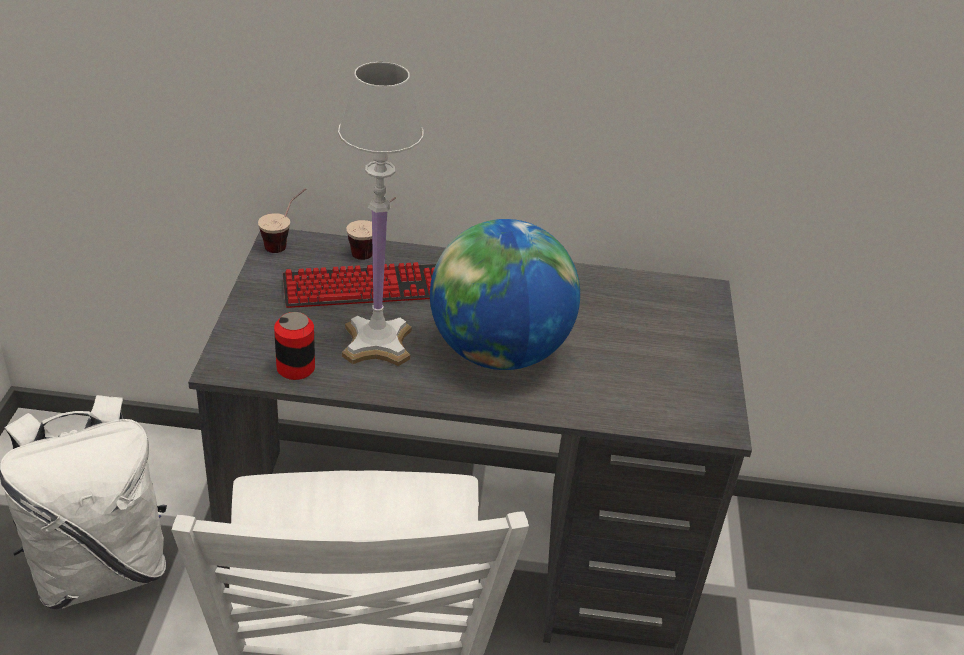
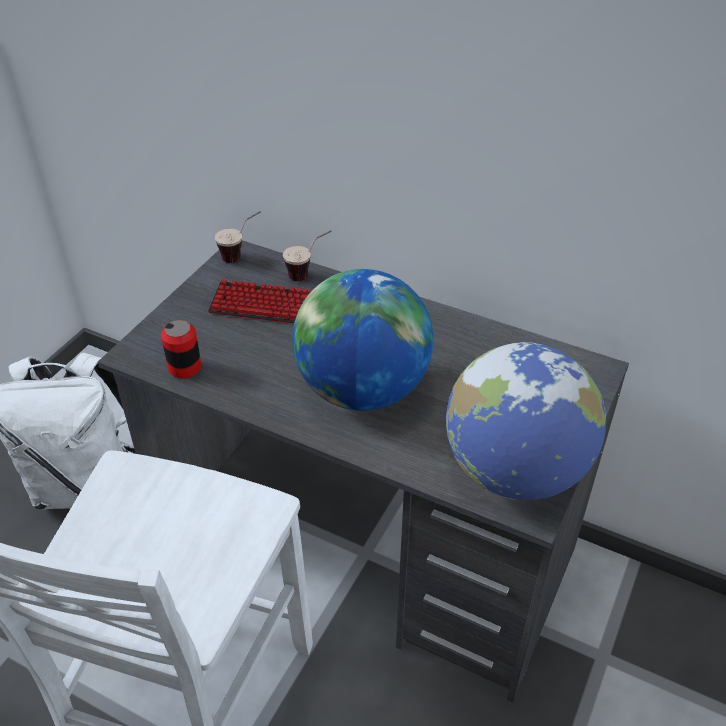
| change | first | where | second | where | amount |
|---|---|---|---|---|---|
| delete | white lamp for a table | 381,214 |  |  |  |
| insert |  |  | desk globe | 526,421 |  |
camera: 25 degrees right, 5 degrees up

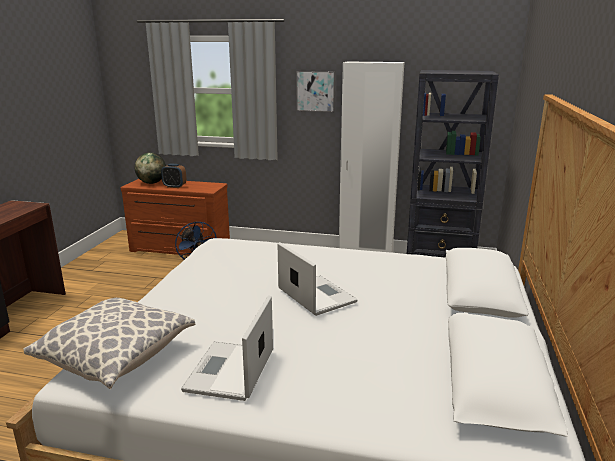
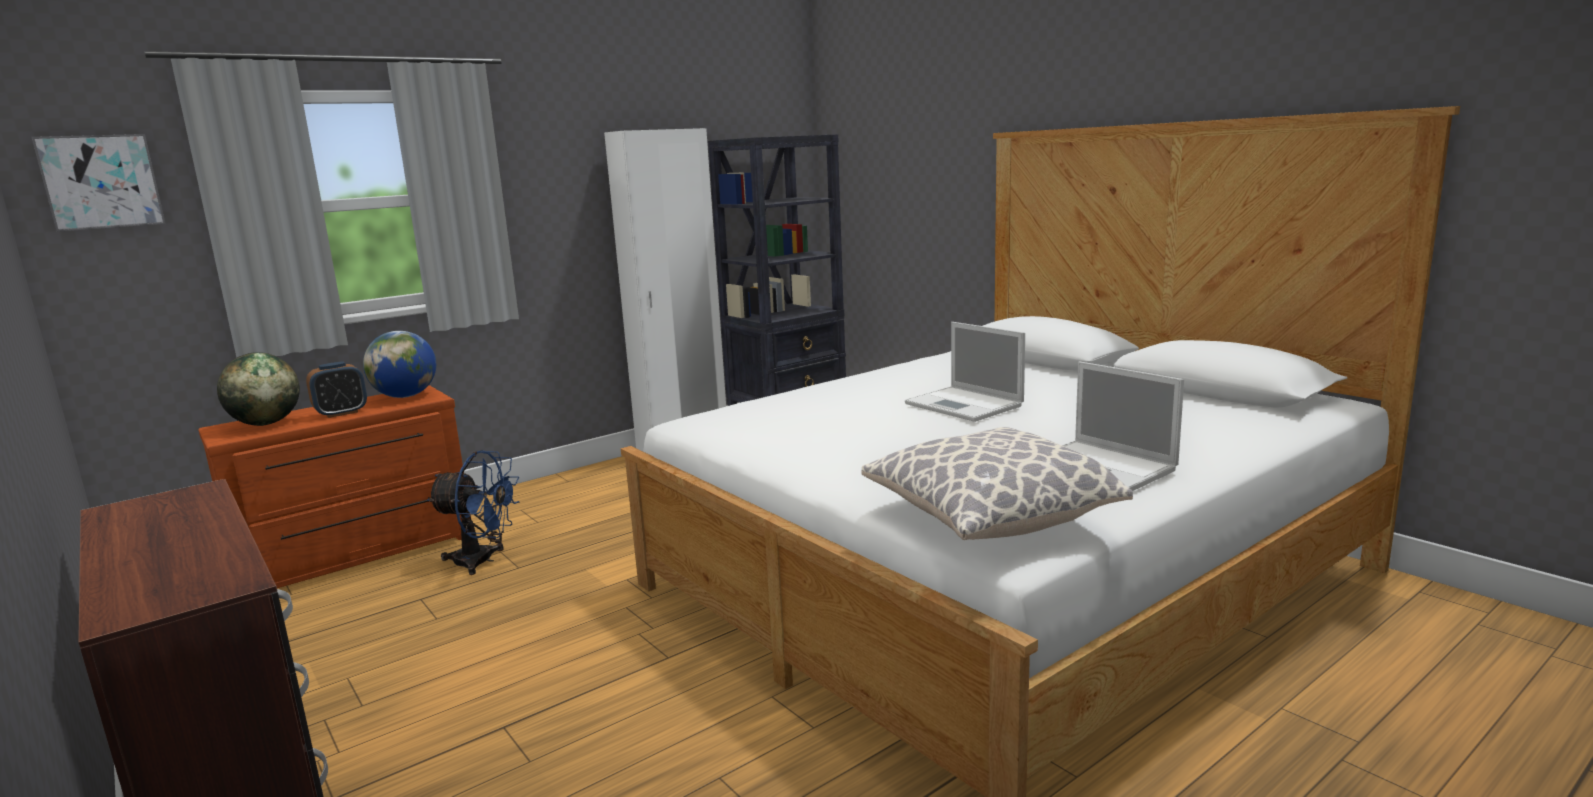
| change | first | where | second | where | amount |
|---|---|---|---|---|---|
| rotate | notebook computer | 317,279 |  | 965,372 | 135 degrees counterclockwise |
| move | picture | 315,91 |  | 99,183 |  |
| insert |  |  | desk globe | 399,364 |  |
camera: 50 degrees left, 5 degrees down

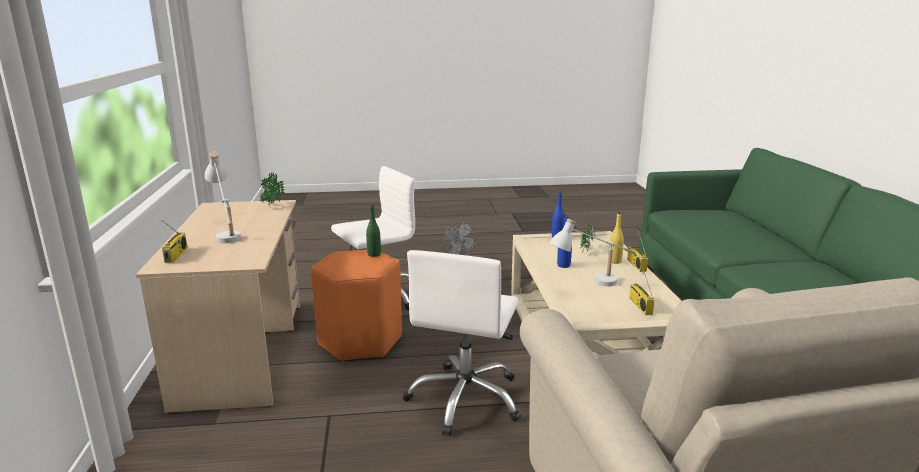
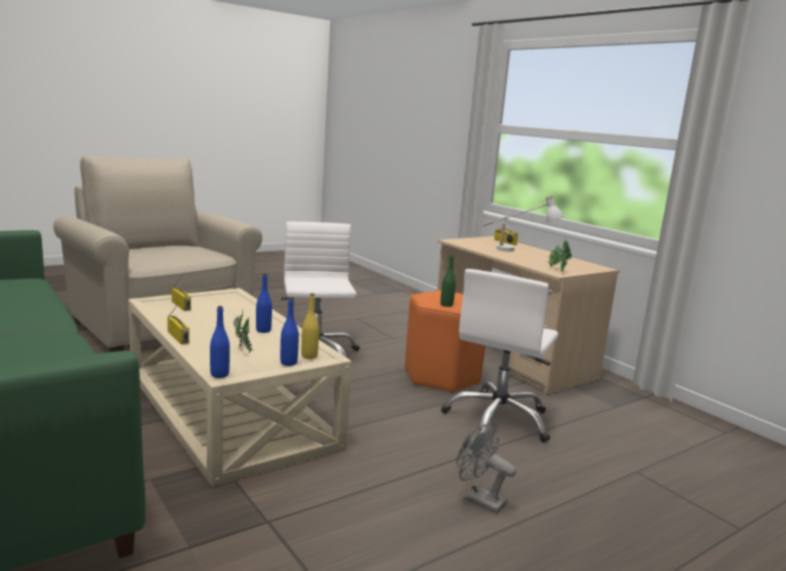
| change | first | where | second | where | amount |
|---|---|---|---|---|---|
| delete | white lamp for a table | 593,252 |  |  |  |
| move | yellow drink bottle | 616,238 |  | 310,326 |  |
| insert |  |  | blue-coloured drink bottle | 220,342 |  |
camera: 150 degrees right, 5 degrees down

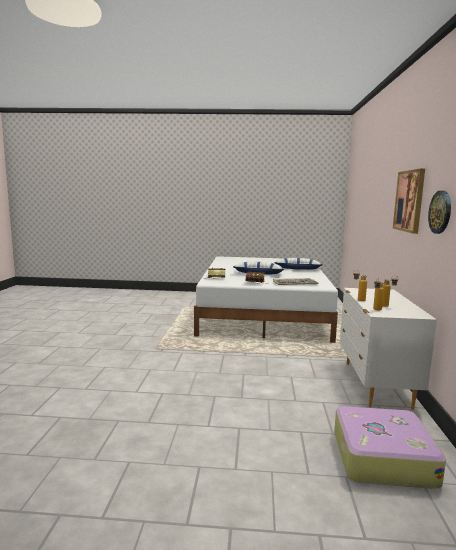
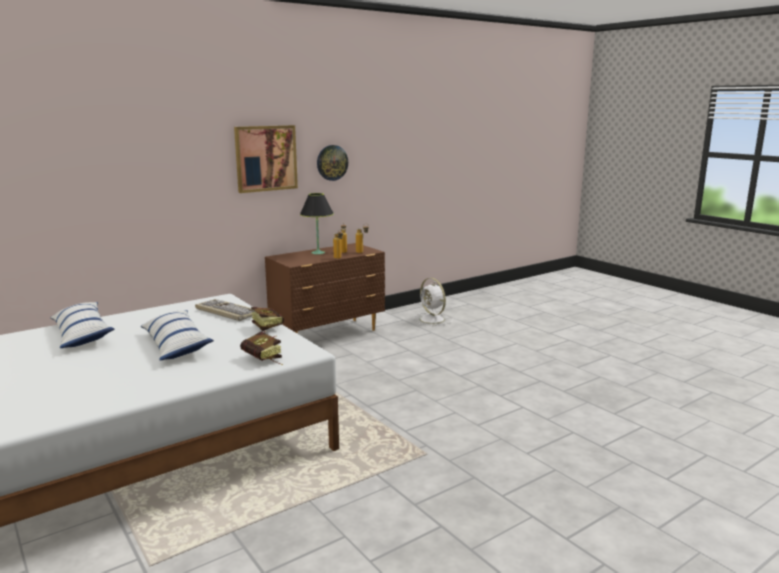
| change | first | where | second | where | amount |
|---|---|---|---|---|---|
| replace | travel case | 390,447 | white electric fan | 433,302 |  |
| recolor | white chest of drawers | 388,349 | brown-coloured chest of drawers | 325,288 |  |
| insert |  |  | black-coloured lamp for a table | 317,223 |  |
camera: 130 degrees left, 5 degrees up

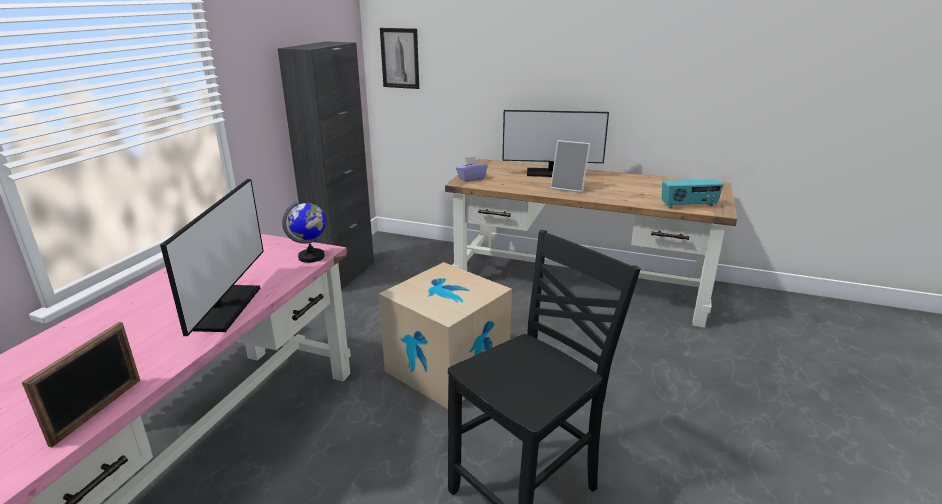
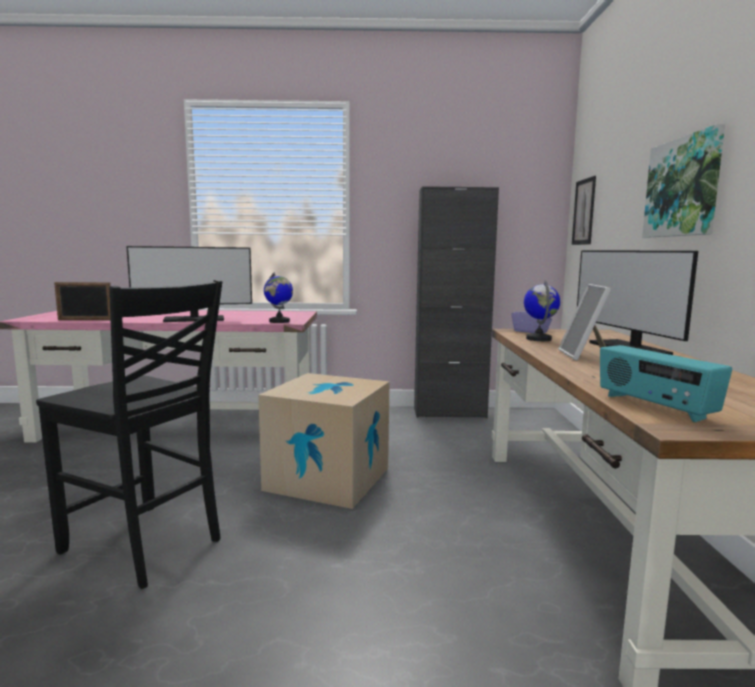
| change | first | where | second | where | amount |
|---|---|---|---|---|---|
| insert |  |  | desk globe | 542,310 |  |
| insert |  |  | picture | 683,180 |  |
camera: 70 degrees right, 15 degrees down

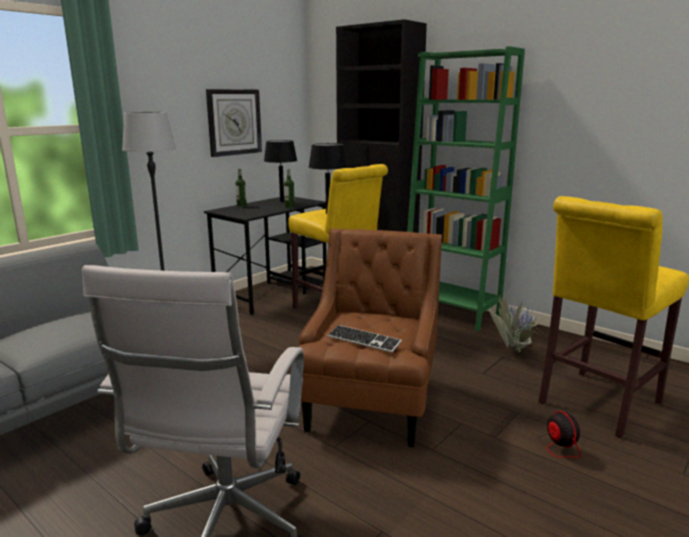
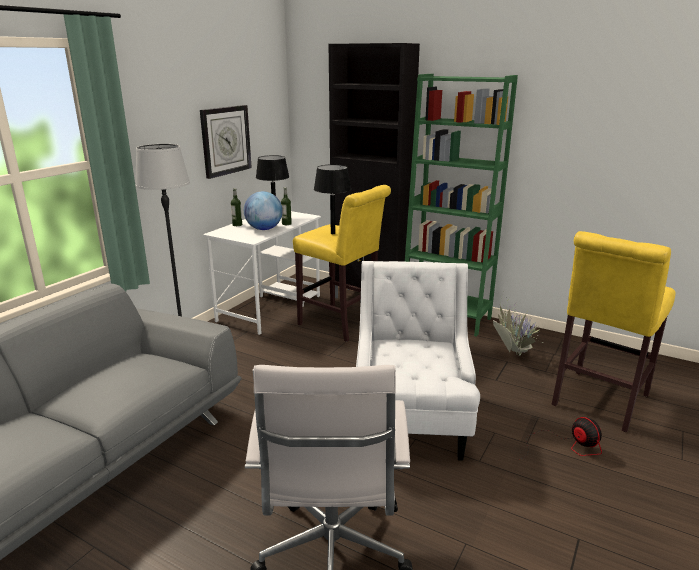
| change | first | where | second | where | amount |
|---|---|---|---|---|---|
| recolor | black-coloured desk | 265,256 | white desk | 262,273 |  |
| recolor | brown-coloured armchair | 370,337 | white armchair | 418,361 |  |
| delete | keyboard | 365,339 |  |  |  |
| insert |  |  | desk globe | 263,210 |  |
camera: 10 degrees left, 5 degrees up

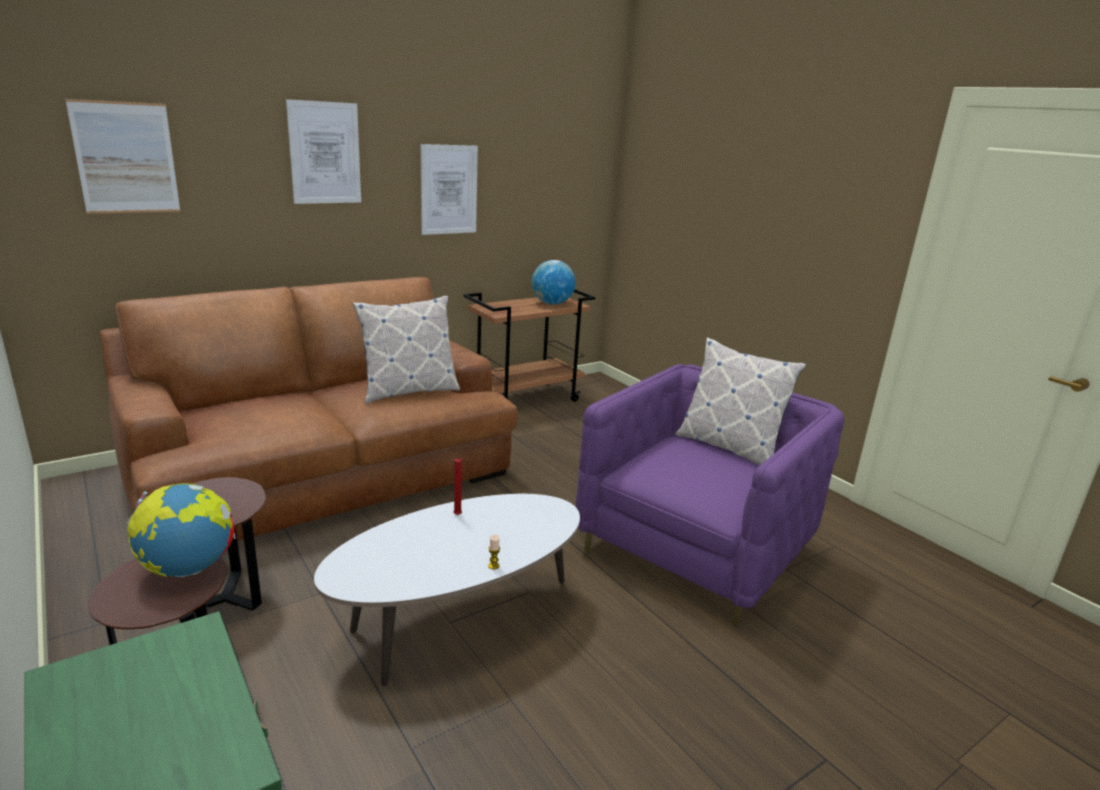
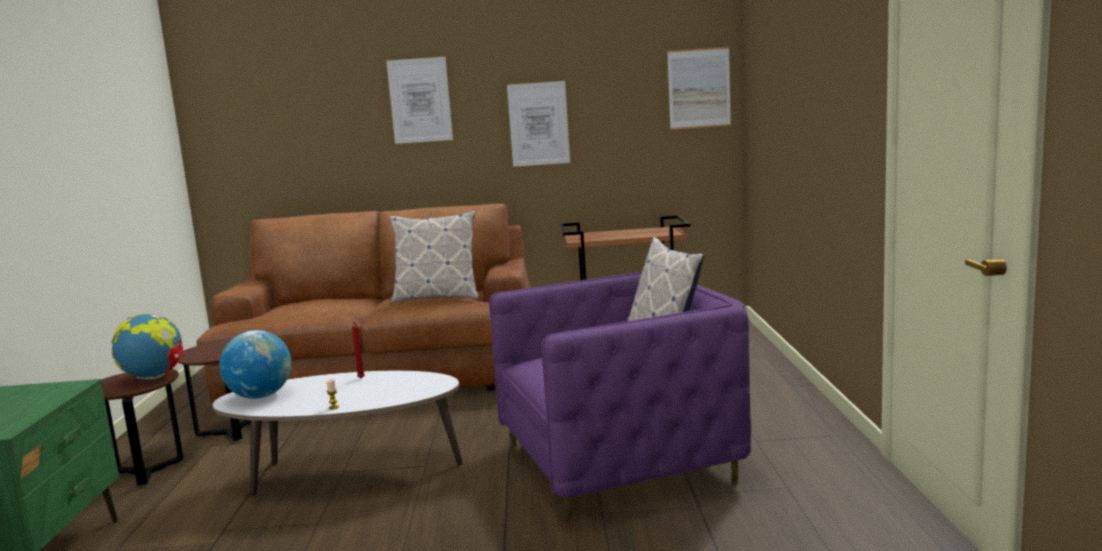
| change | first | where | second | where | amount |
|---|---|---|---|---|---|
| move | picture | 122,156 |  | 699,88 |  |
| move | desk globe | 554,282 |  | 255,364 |  |
camera: 35 degrees right, 10 degrees down

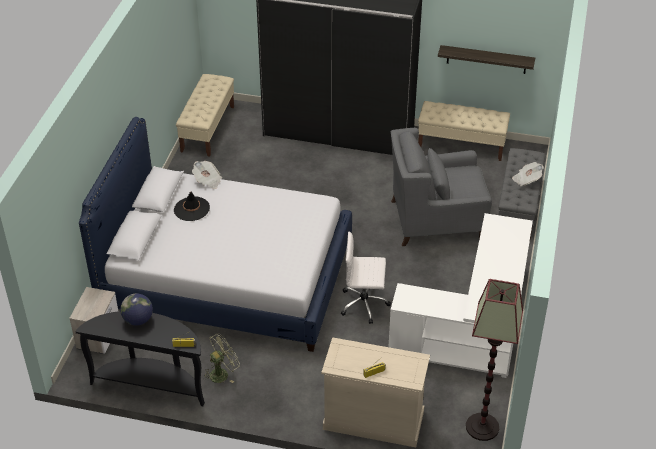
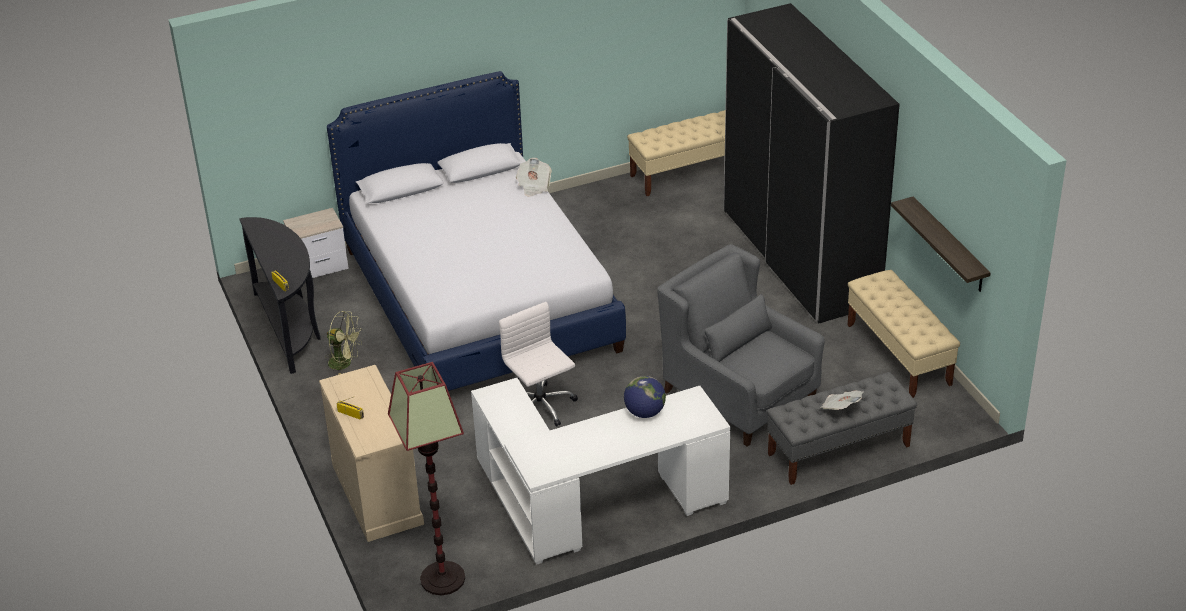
| change | first | where | second | where | amount |
|---|---|---|---|---|---|
| move | desk globe | 136,310 |  | 645,397 |  |
| delete | black-coloured hat | 192,206 |  |  |  |
camera: 55 degrees right, 5 degrees down

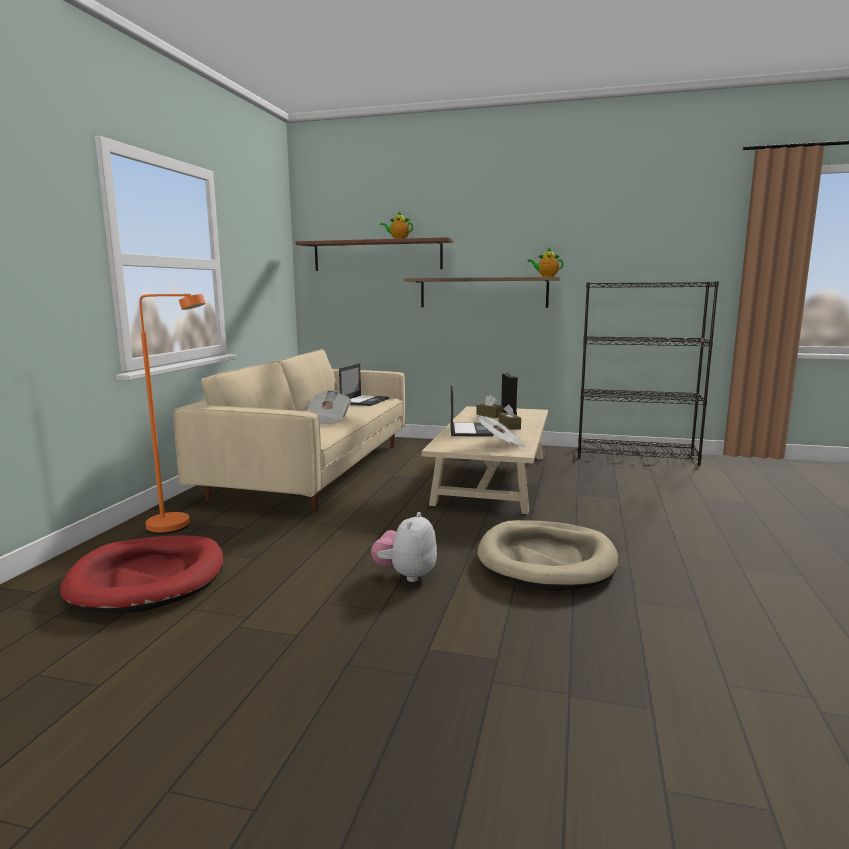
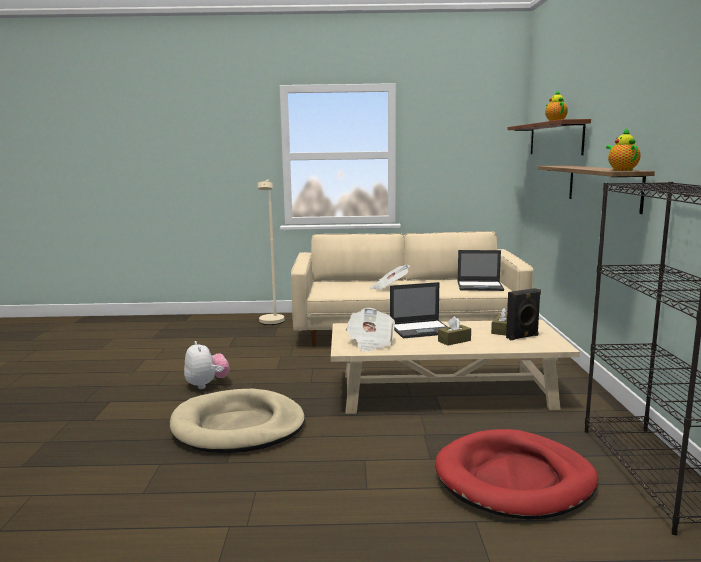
| change | first | where | second | where | amount |
|---|---|---|---|---|---|
| move | reddish dog cushion | 142,574 |  | 516,474 |  |
| recolor | orange standing lamp | 172,414 | beige-coloured standing lamp | 271,252 |  |
| rotate | plush toy | 404,547 |  | 207,365 | 60 degrees clockwise |
camera: 75 degrees right, 0 degrees up

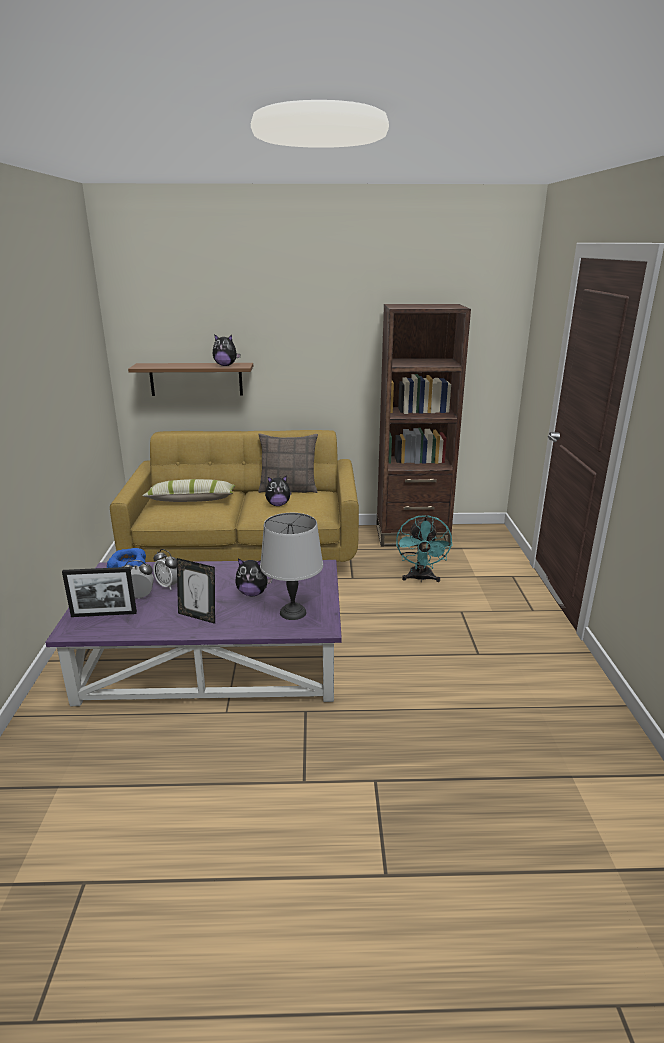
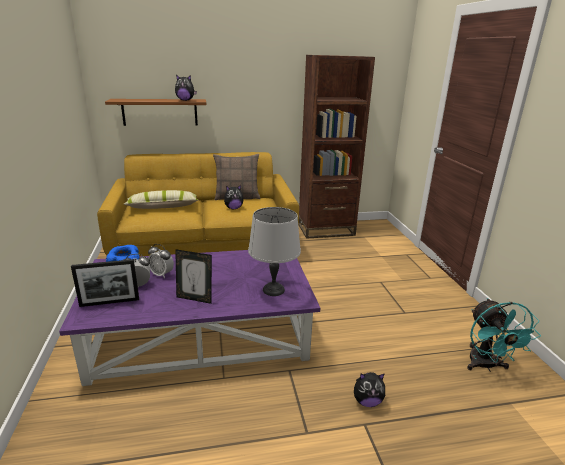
| change | first | where | second | where | amount |
|---|---|---|---|---|---|
| move | plush toy | 253,577 |  | 369,389 |  |
| move | turquoise electric fan | 424,548 |  | 504,335 |  |
camera: 10 degrees left, 0 degrees up

